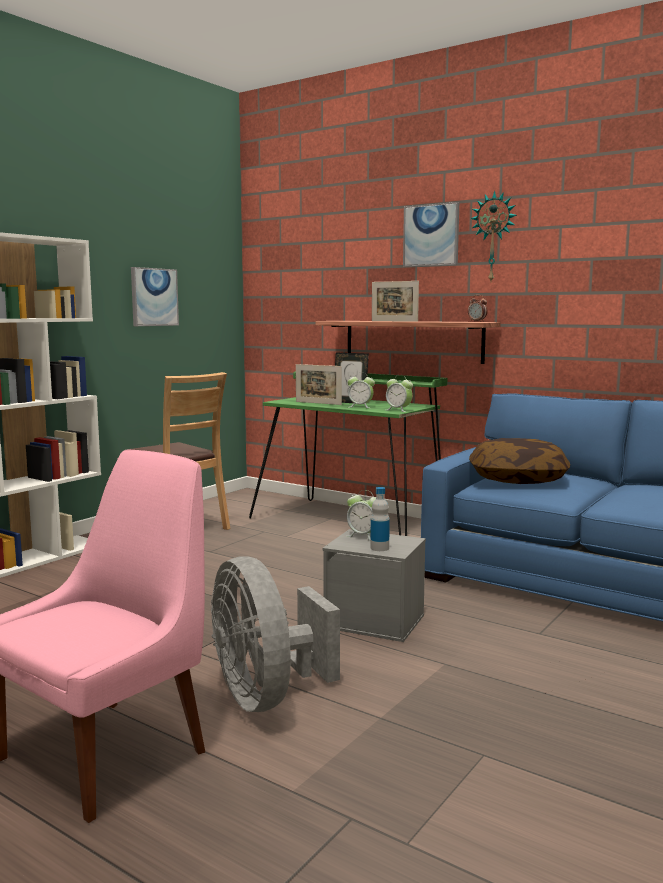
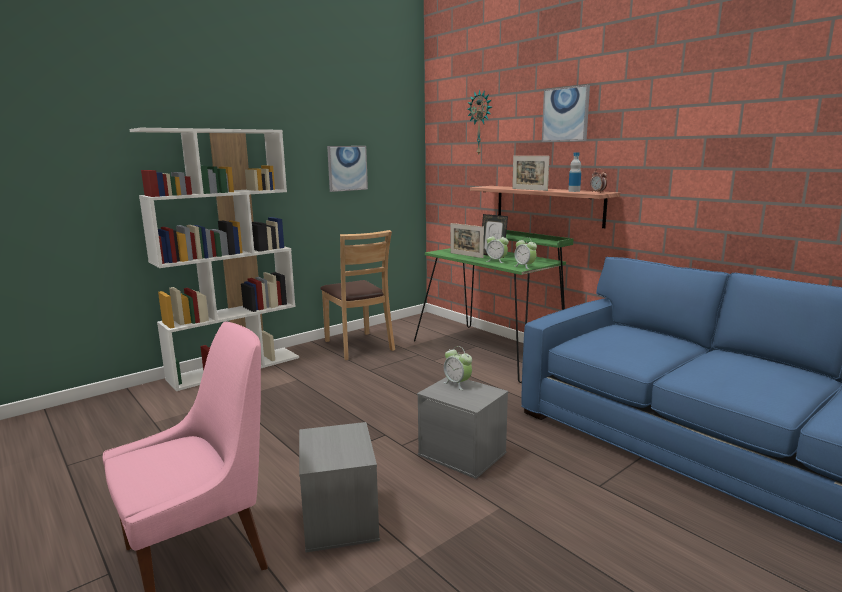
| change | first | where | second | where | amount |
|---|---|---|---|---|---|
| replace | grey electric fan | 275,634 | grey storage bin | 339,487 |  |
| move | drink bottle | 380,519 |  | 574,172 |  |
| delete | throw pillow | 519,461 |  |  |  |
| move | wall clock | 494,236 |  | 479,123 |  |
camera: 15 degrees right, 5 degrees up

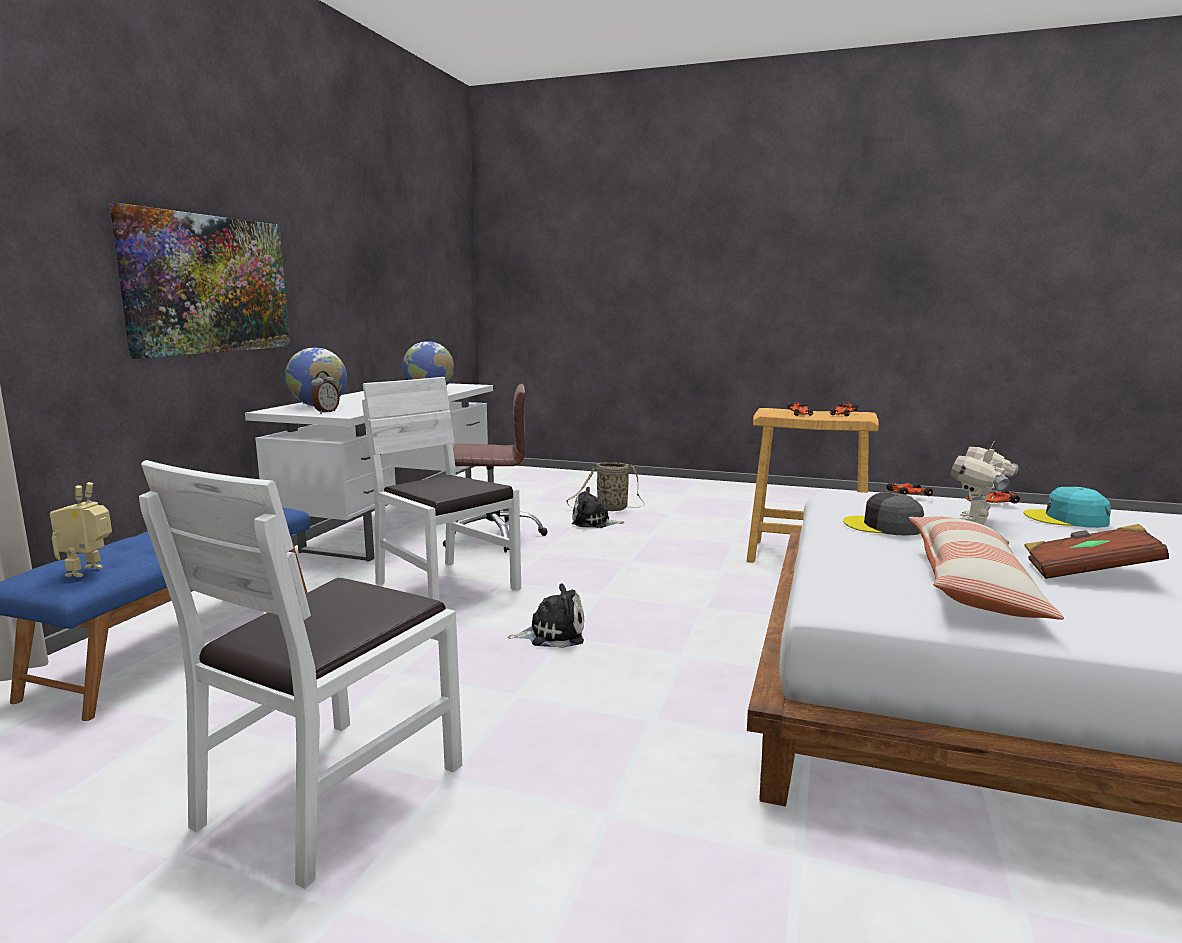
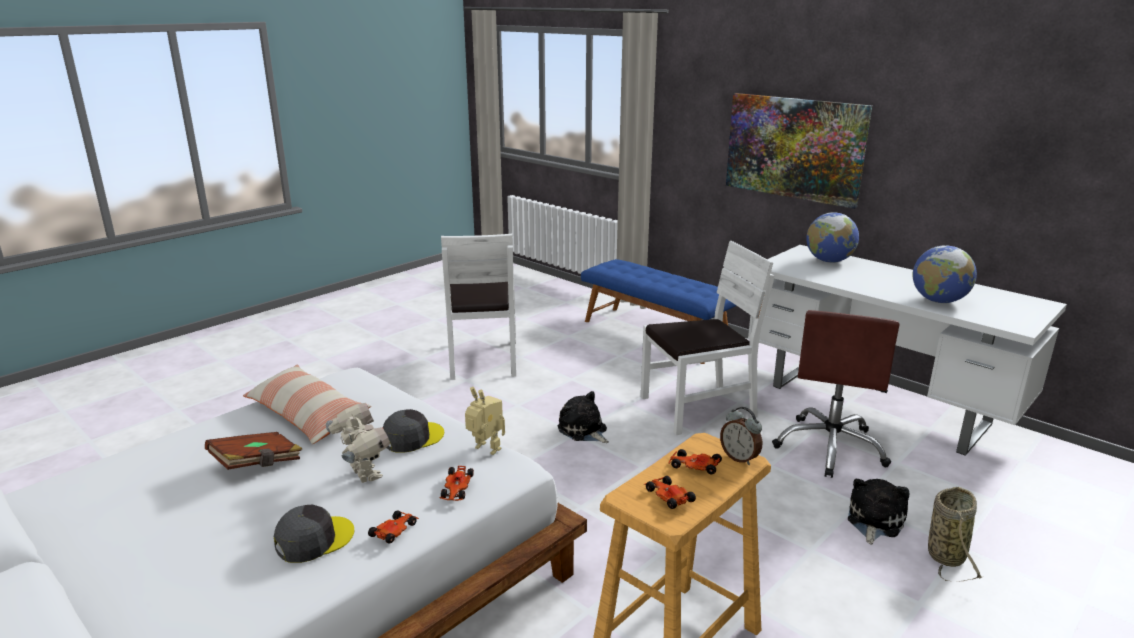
| change | first | where | second | where | amount |
|---|---|---|---|---|---|
| move | toy robot | 81,529 |  | 485,421 |  |
| rotate | white upright chair | 300,674 |  | 478,307 | 150 degrees counterclockwise |
| move | alarm clock | 325,392 |  | 741,436 |  |
| rotate | plush toy | 545,615 |  | 583,417 | 120 degrees clockwise |
| recolor | turquoise peaked cap | 1067,507 | grey peaked cap | 314,534 |  |
camera: 115 degrees right, 10 degrees up

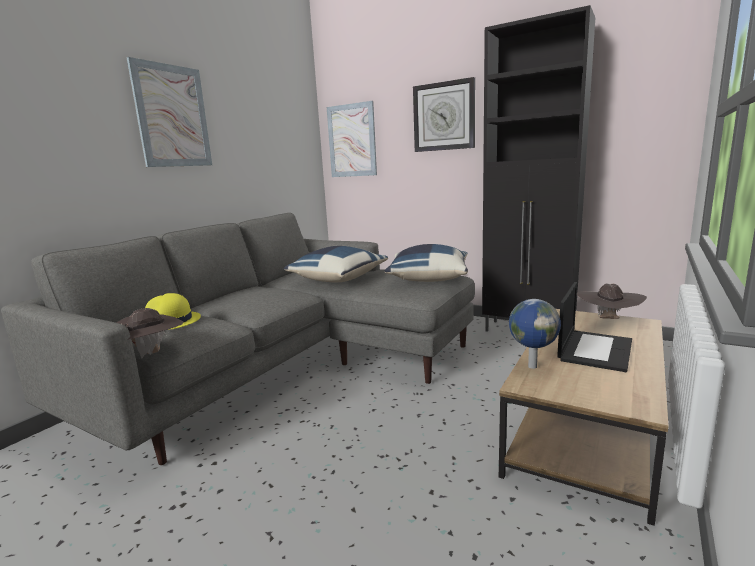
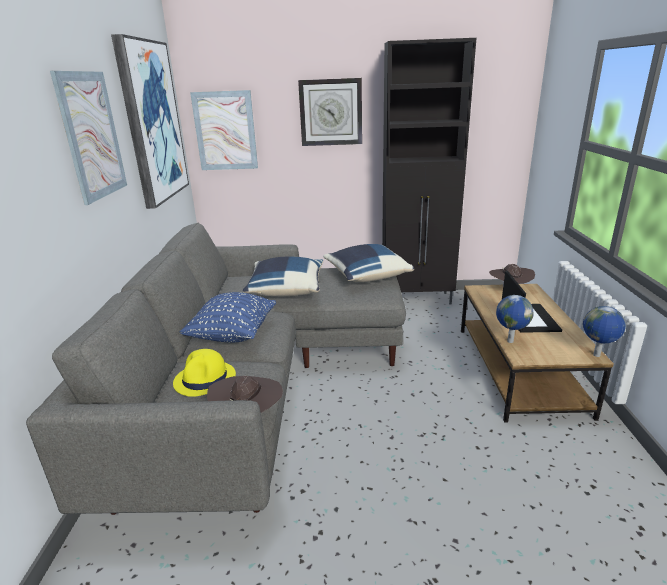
| change | first | where | second | where | amount |
|---|---|---|---|---|---|
| insert |  |  | picture | 150,121 |  |
| insert |  |  | blue-coloured throw pillow | 228,317 |  |
| insert |  |  | desk globe | 604,331 |  |
camera: 30 degrees left, 10 degrees up

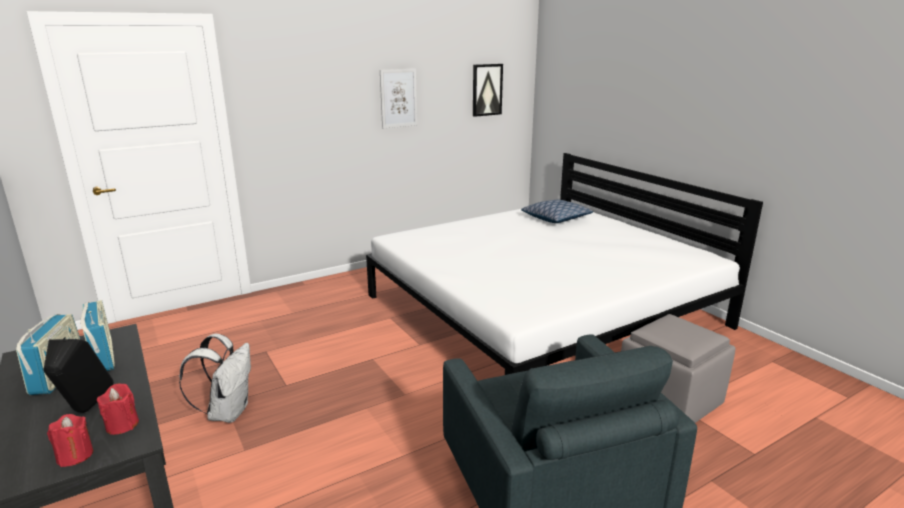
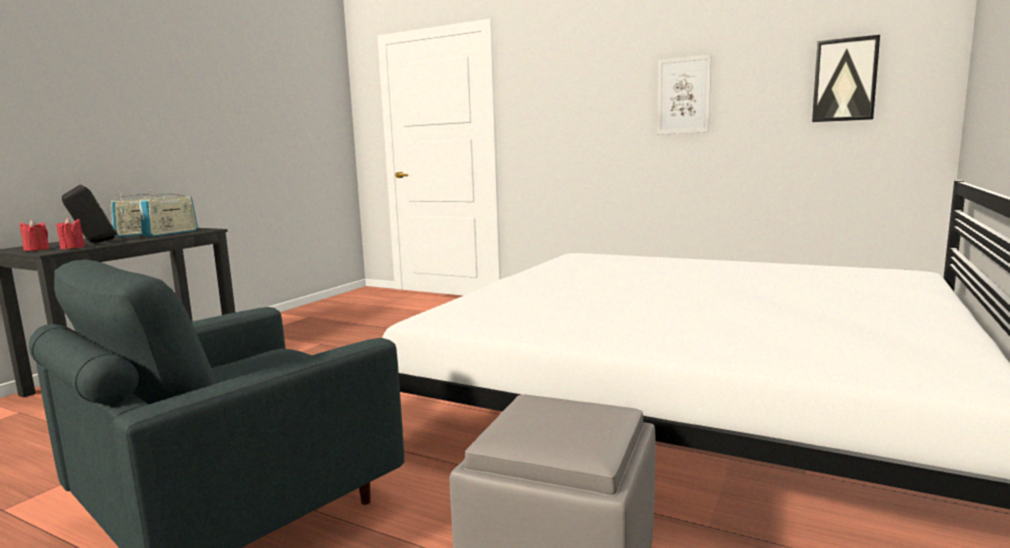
| change | first | where | second | where | amount |
|---|---|---|---|---|---|
| delete | white rucksack | 215,378 |  |  |  |
| delete | throw pillow | 557,211 |  |  |  |
camera: 60 degrees right, 10 degrees down

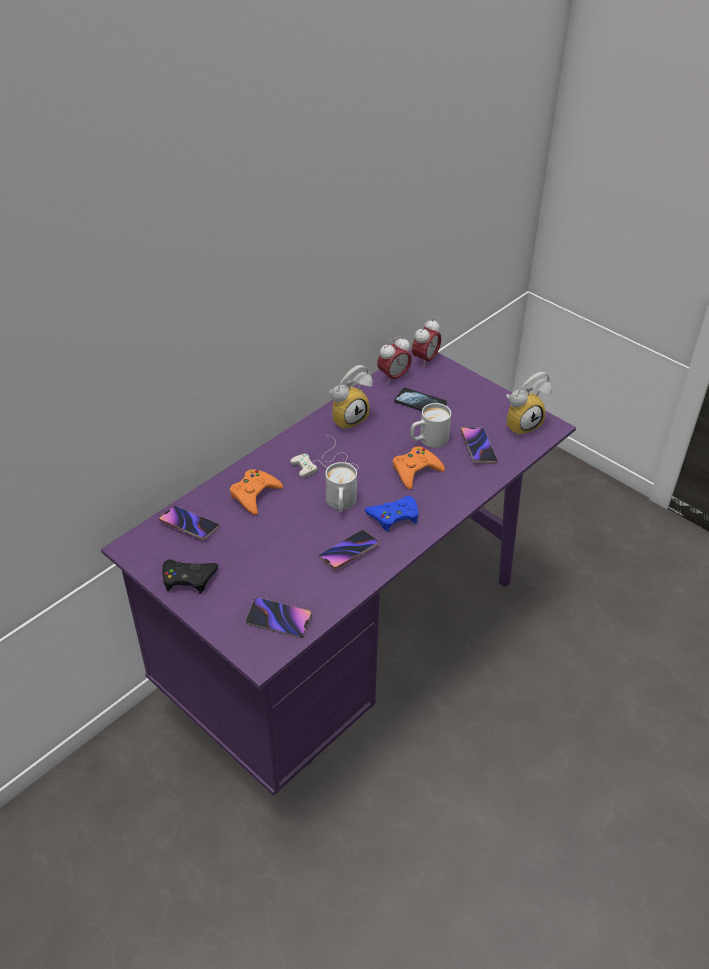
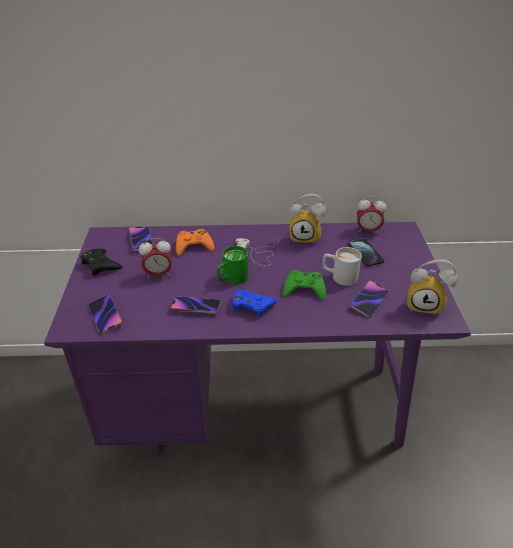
| change | first | where | second | where | amount |
|---|---|---|---|---|---|
| recolor | white mug | 341,487 | green-coloured mug | 232,265 |  |
| recolor | orange joypad | 419,468 | green-coloured joypad | 304,285 |  |
| move | alarm clock | 426,343 |  | 155,258 |  |
camera: 45 degrees right, 5 degrees down

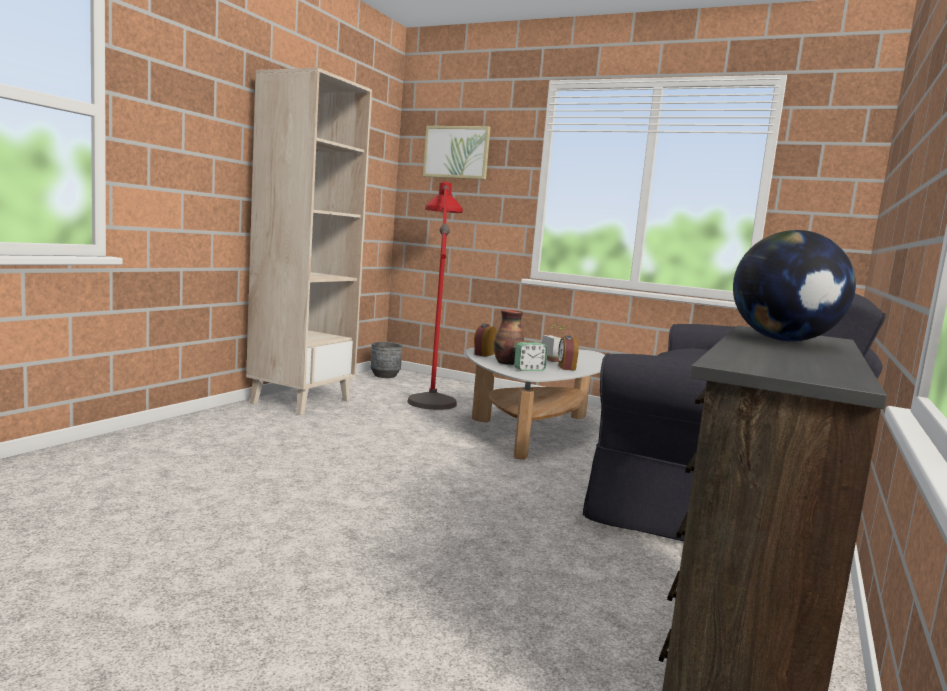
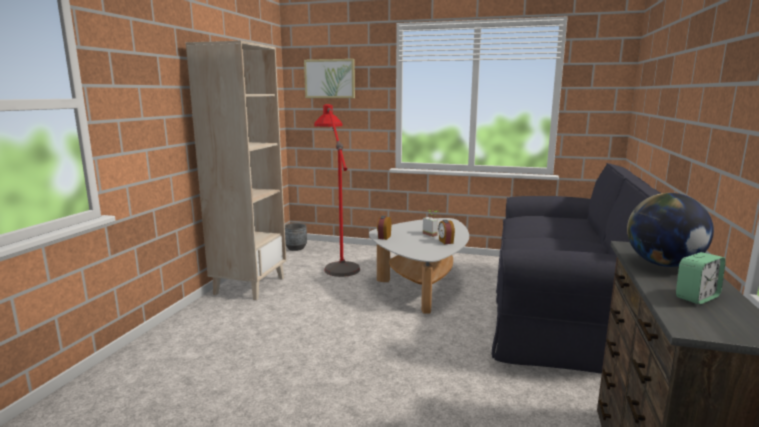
| change | first | where | second | where | amount |
|---|---|---|---|---|---|
| delete | flower vase | 509,337 |  |  |  |
| move | alarm clock | 531,356 |  | 701,278 |  |
camera: 10 degrees left, 5 degrees up

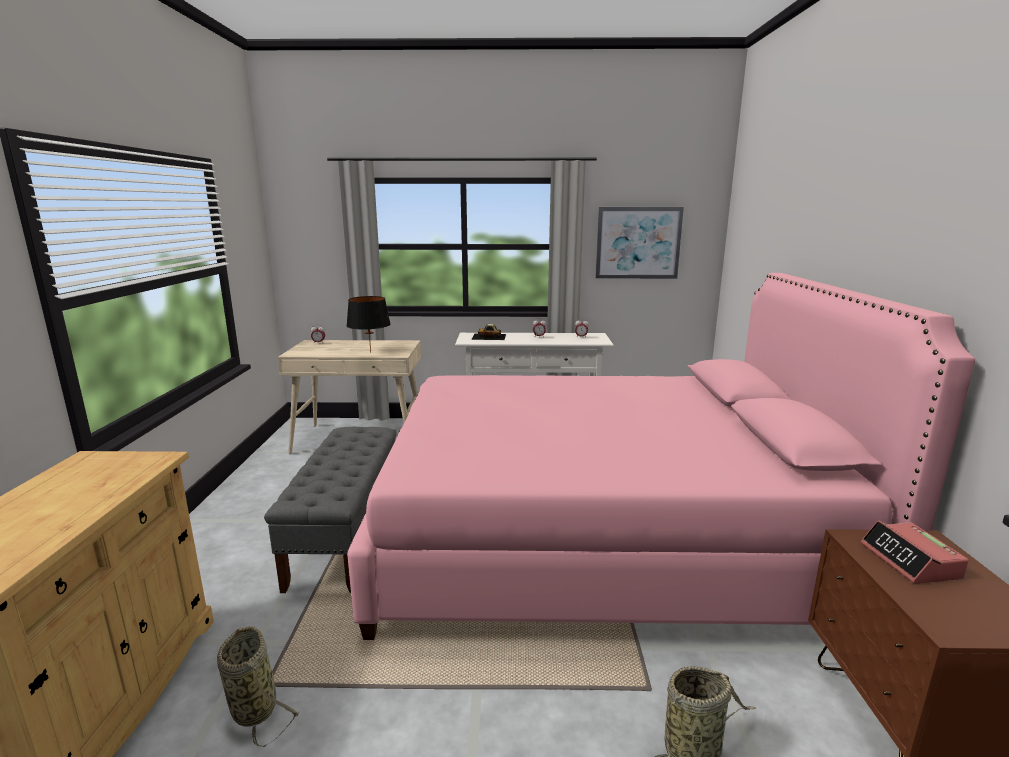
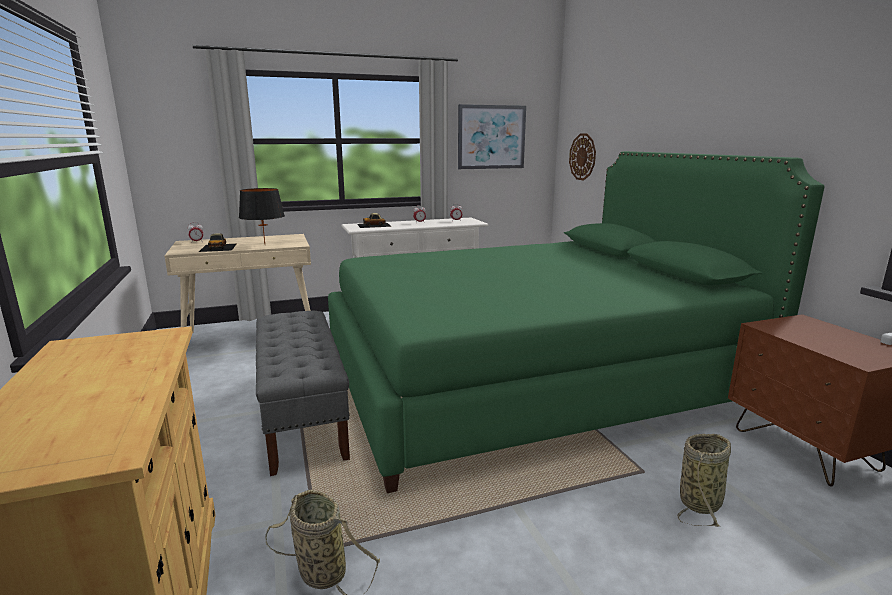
| change | first | where | second | where | amount |
|---|---|---|---|---|---|
| recolor | pink-coloured sleeping bed | 661,456 | green-coloured sleeping bed | 576,322 |  |
| delete | alarm clock | 915,552 |  |  |  |
| insert |  |  | miniature car | 217,242 |  |
| insert |  |  | wall clock | 582,156 |  |
camera: 20 degrees left, 0 degrees up

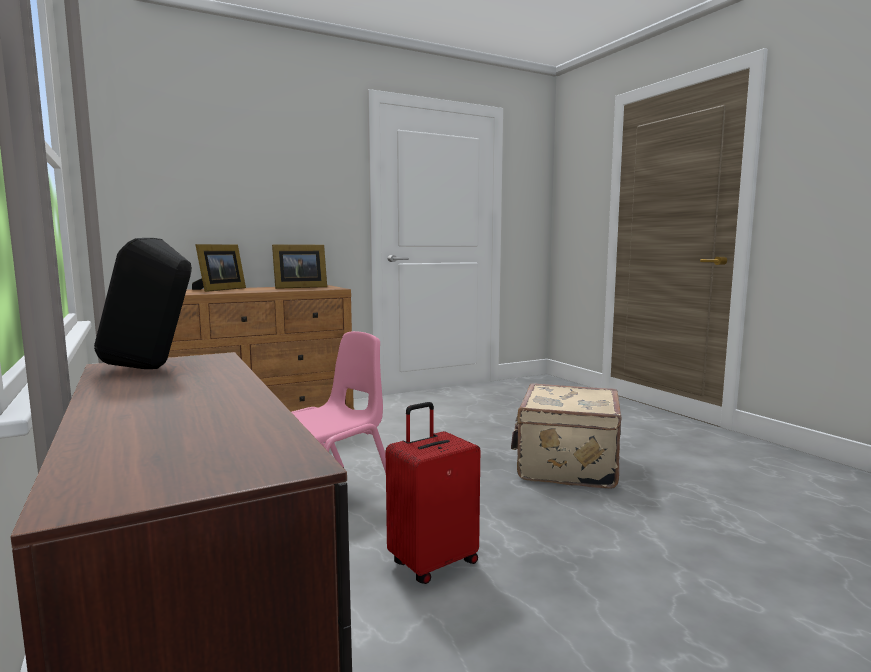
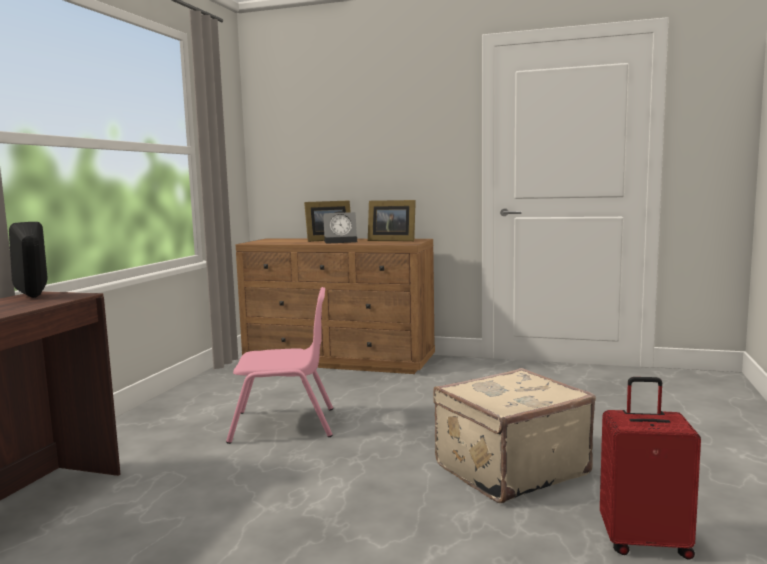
| change | first | where | second | where | amount |
|---|---|---|---|---|---|
| move | reddish travel case | 433,493 |  | 650,468 |  |
| insert |  |  | alarm clock | 340,227 |  |
camera: 45 degrees right, 0 degrees up

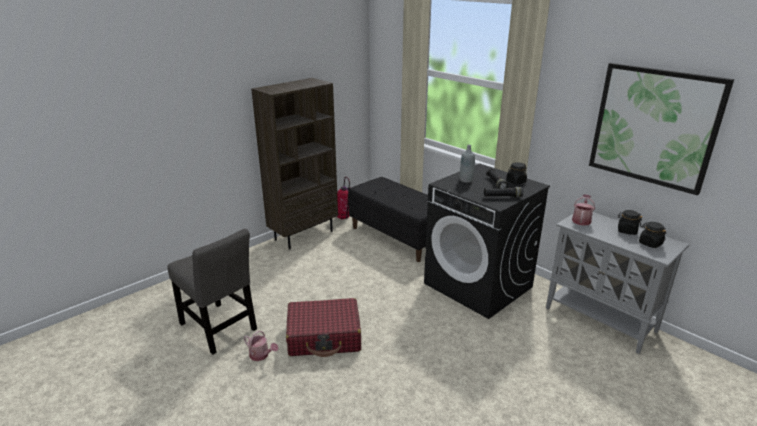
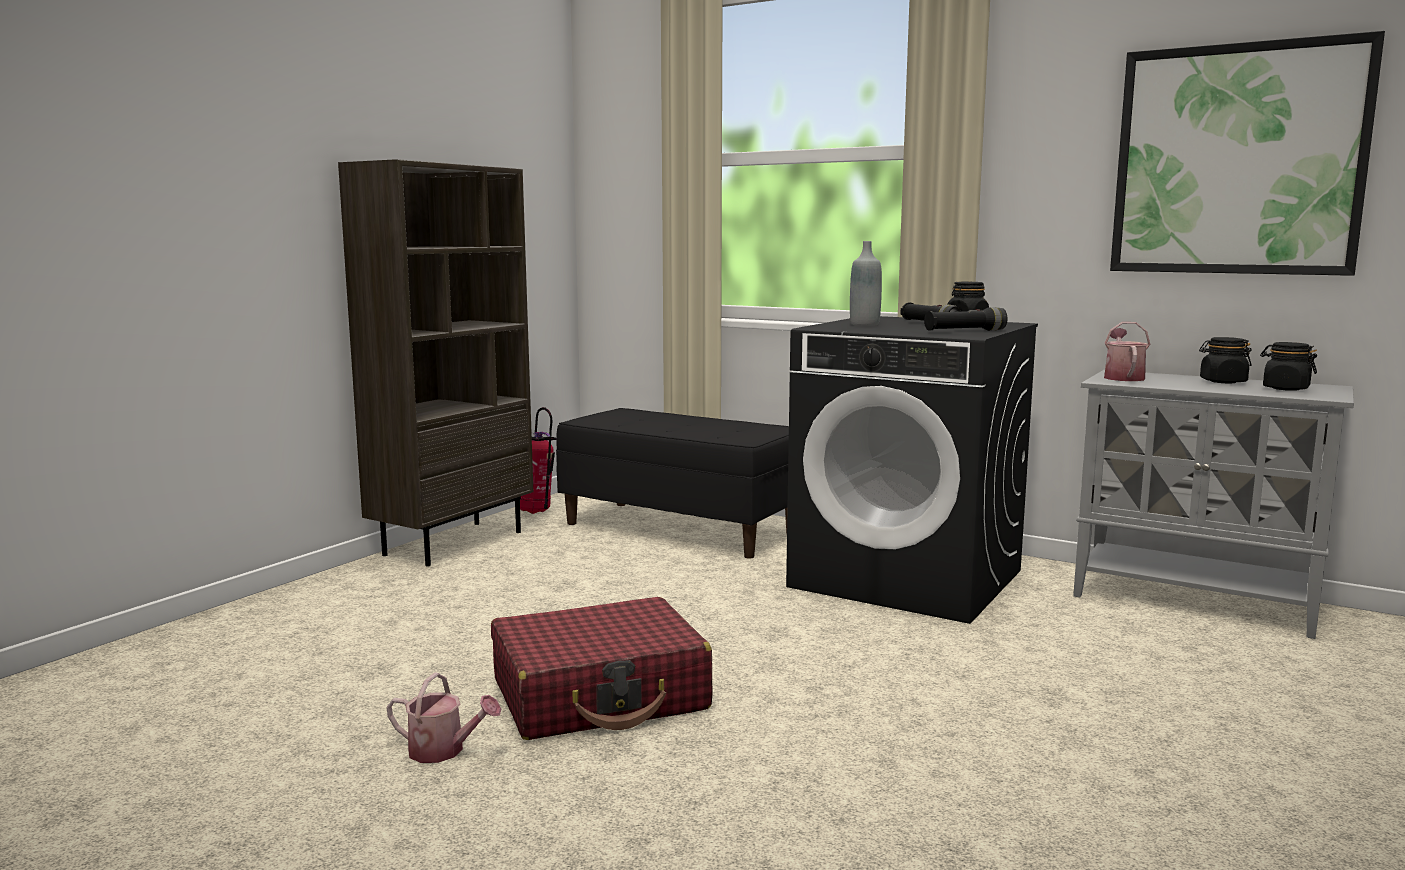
| change | first | where | second | where | amount |
|---|---|---|---|---|---|
| delete | grey upright chair | 212,292 |  |  |  |
camera: 15 degrees left, 15 degrees down

